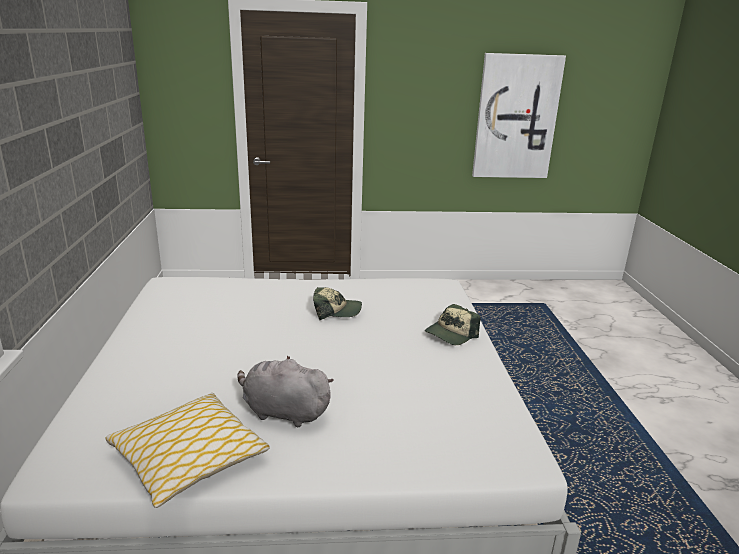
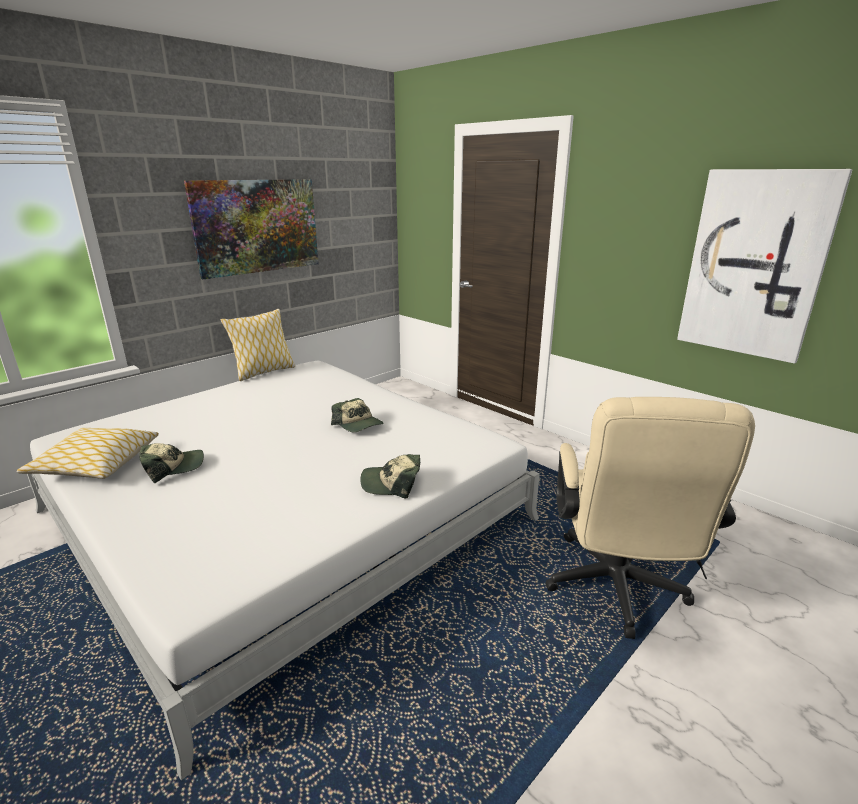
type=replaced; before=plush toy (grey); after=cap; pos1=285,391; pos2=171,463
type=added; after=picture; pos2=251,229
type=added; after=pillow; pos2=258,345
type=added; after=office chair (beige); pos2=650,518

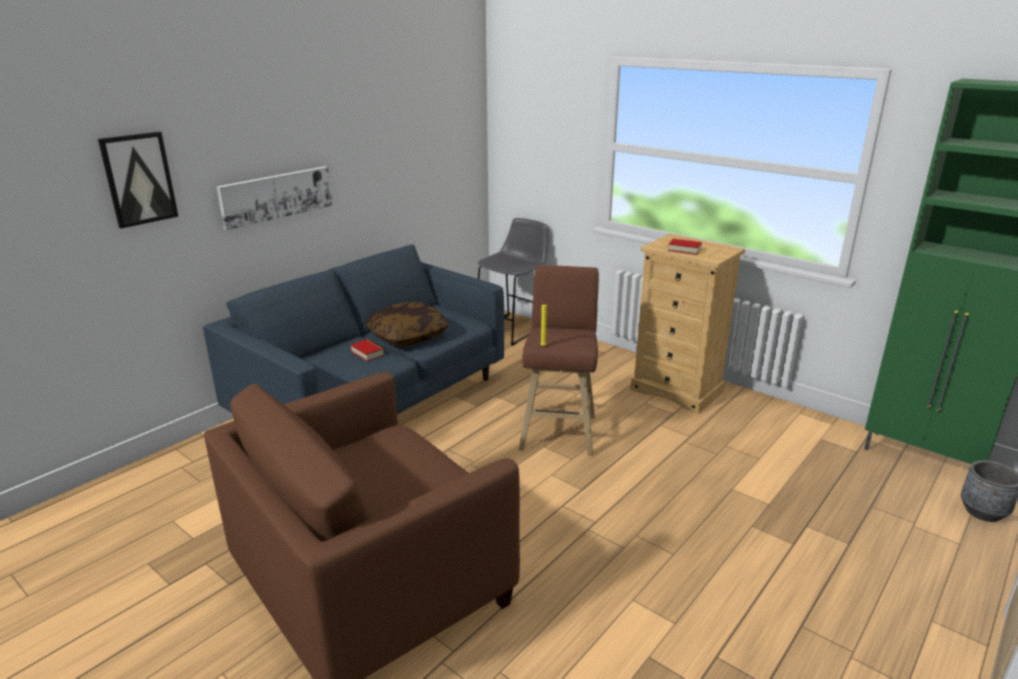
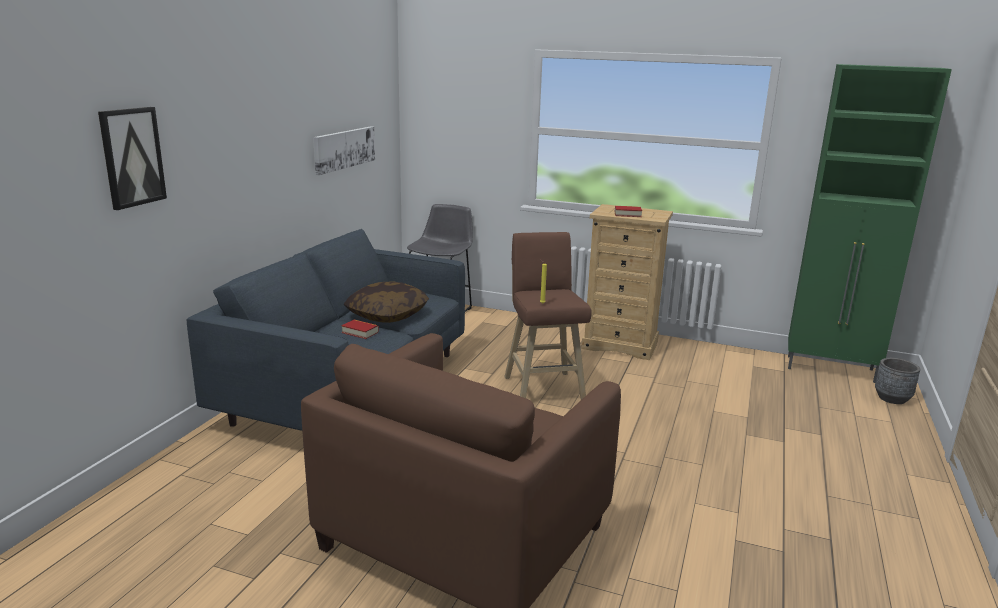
type=moved; before=picture; pos1=274,198; pos2=344,150

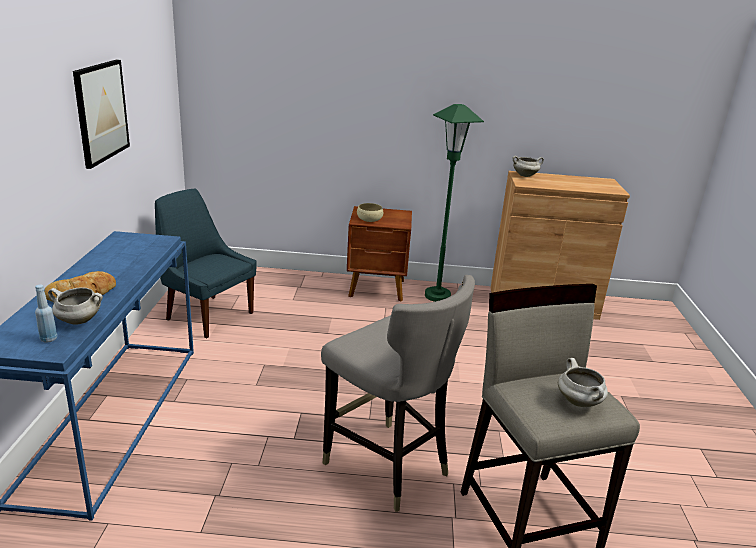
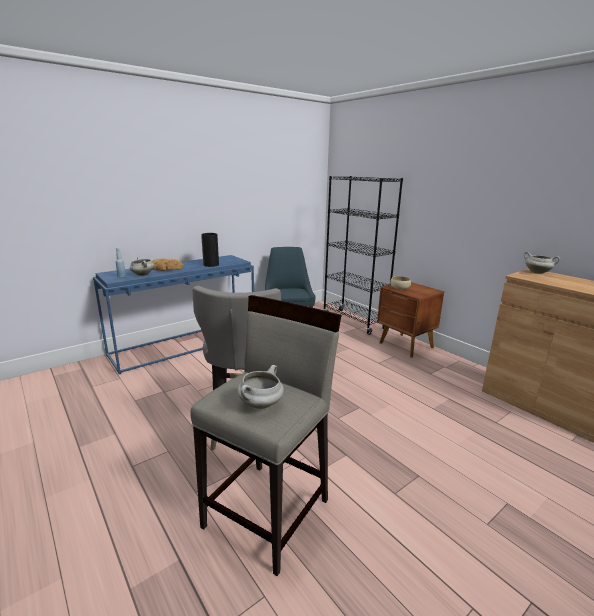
type=removed; before=picture; pos1=101,114
type=removed; before=floor lamp (green); pos1=454,203
type=added; after=vase; pos2=210,250
type=added; after=bookcase (black); pos2=363,255

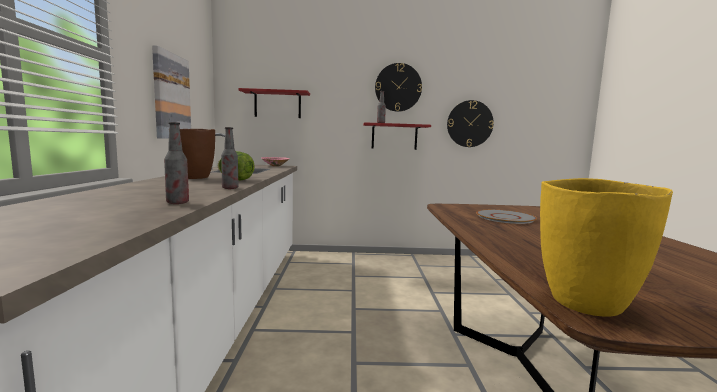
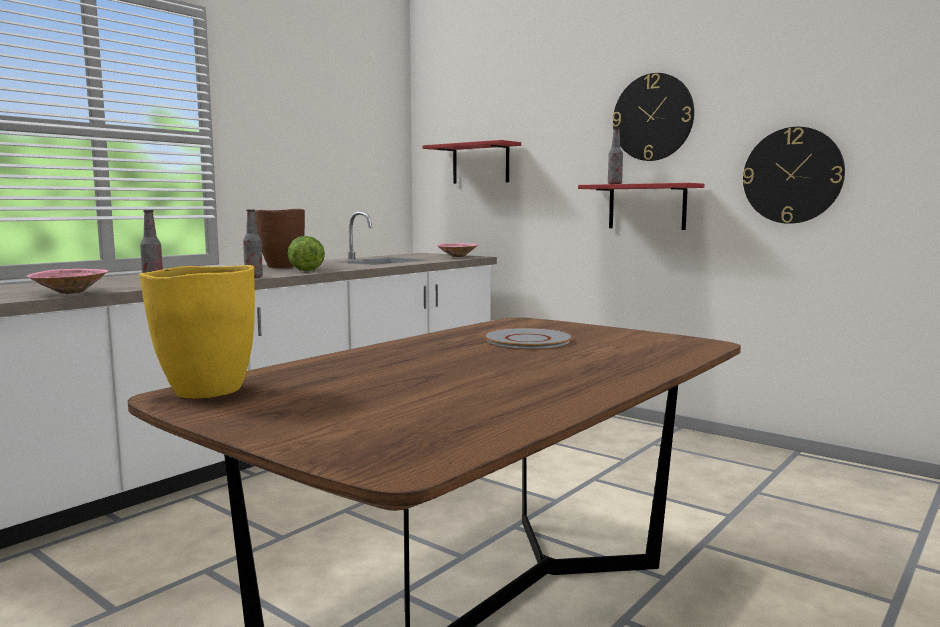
type=removed; before=picture; pos1=171,92
type=added; after=bowl (pink); pos2=67,281

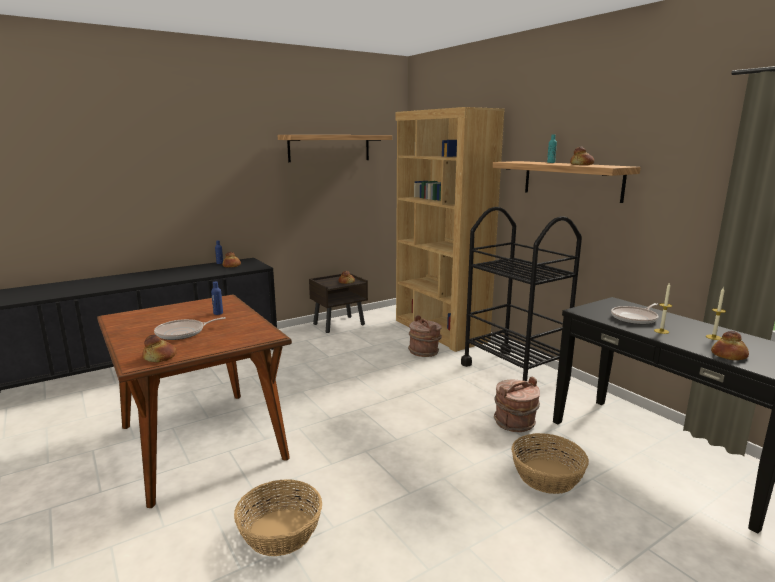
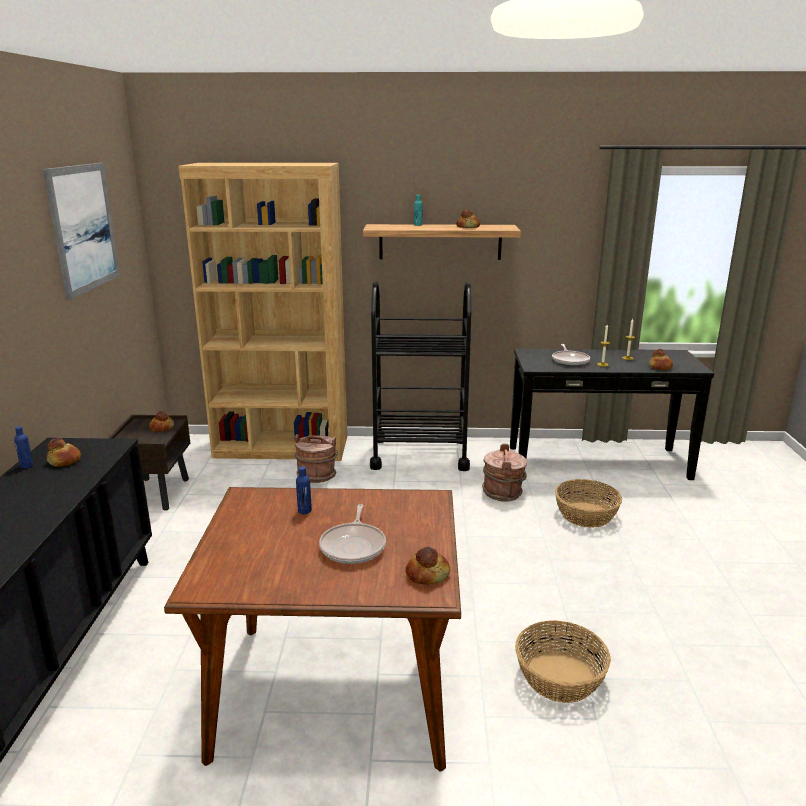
type=replaced; before=shelf; after=picture; pos1=335,148; pos2=81,231

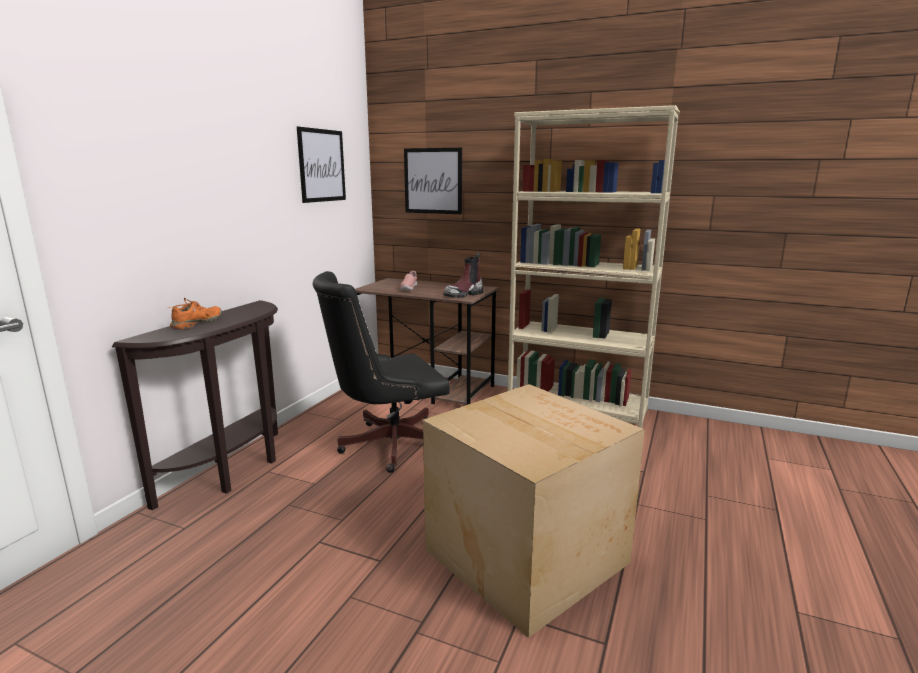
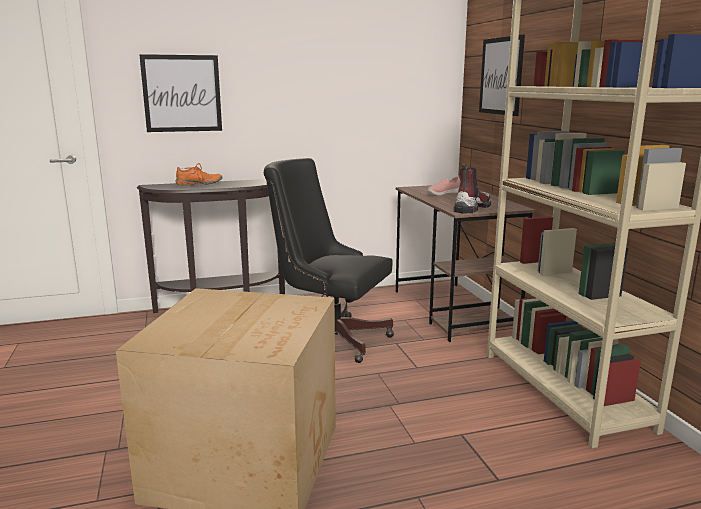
type=moved; before=picture; pos1=321,165; pos2=180,93
type=turned; before=boot; pos1=463,275; pos2=472,189; turn=120

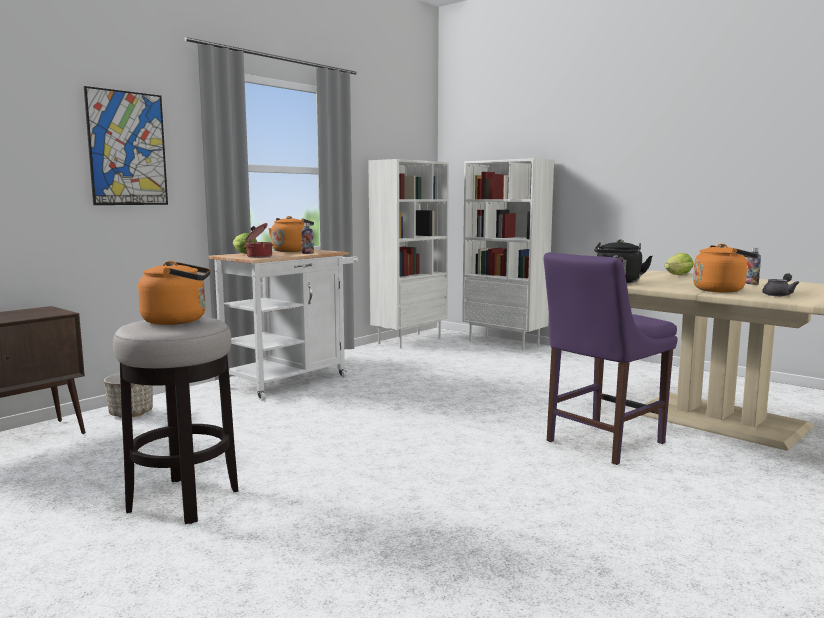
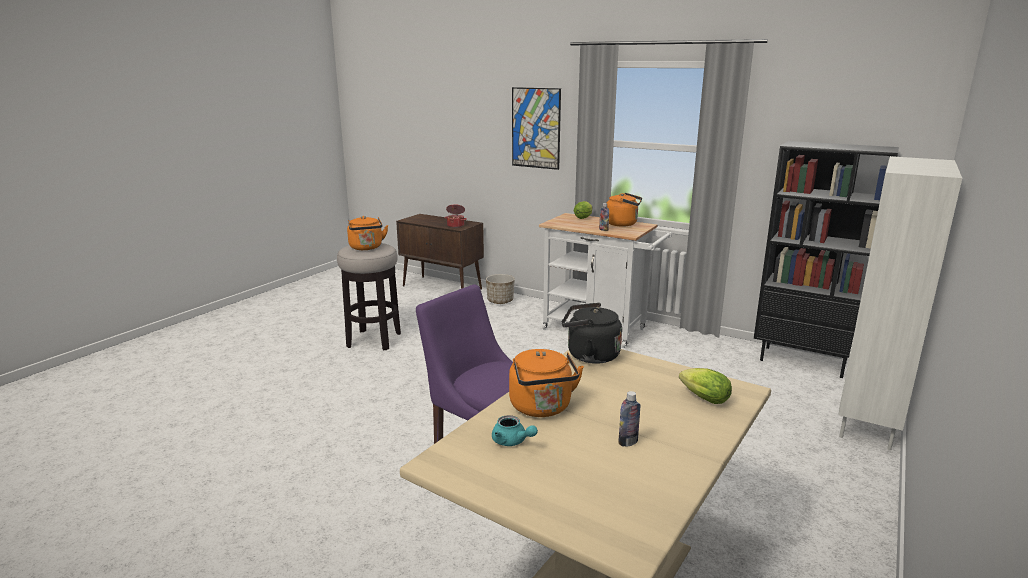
type=moved; before=cooking pot; pos1=259,240; pos2=456,216
type=recoloured; before=bookcase (white); after=bookcase (black); pos1=408,253; pos2=826,259
type=recoloured; before=teapot (grey); after=teapot (turquoise); pos1=780,284; pos2=515,430

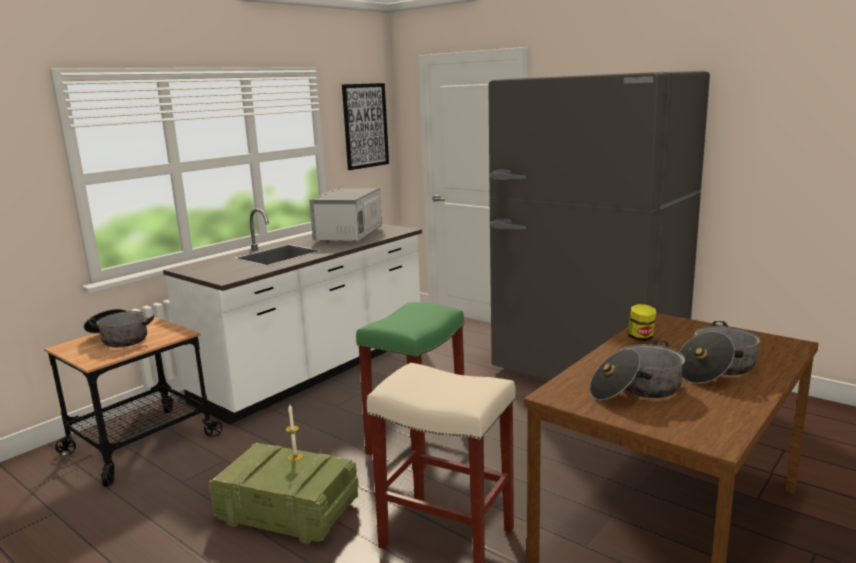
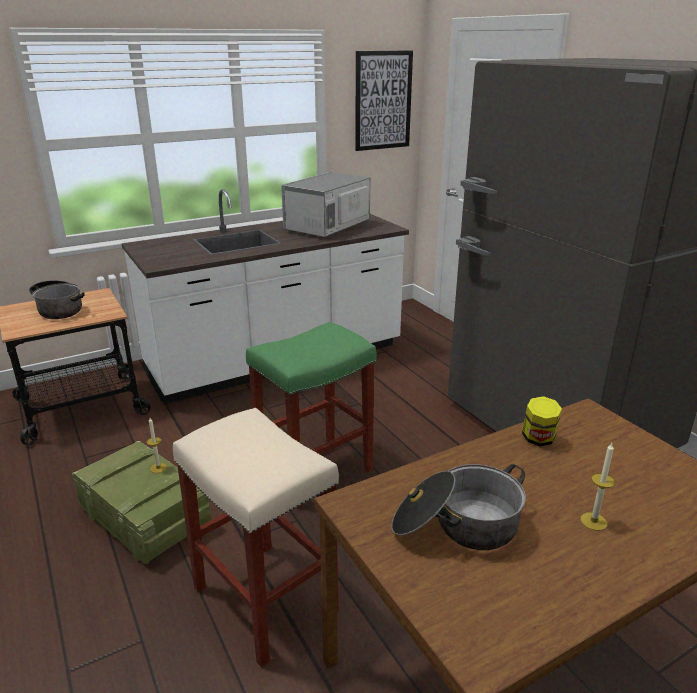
type=replaced; before=cooking pot; after=candle; pos1=719,352; pos2=598,487

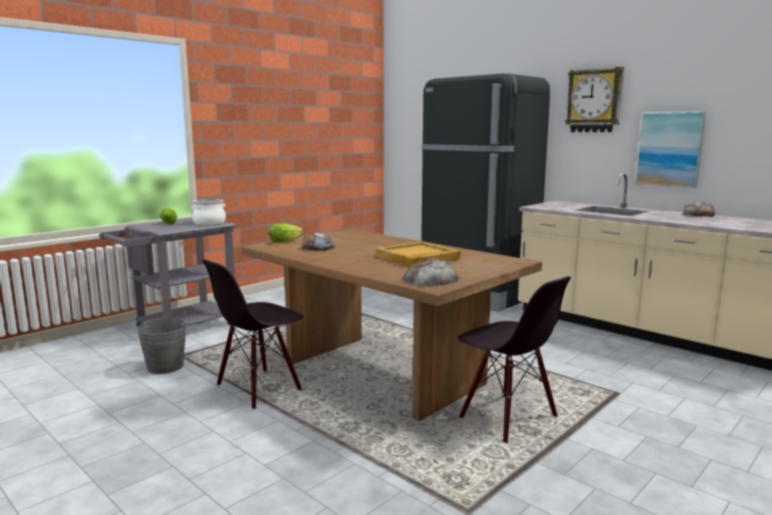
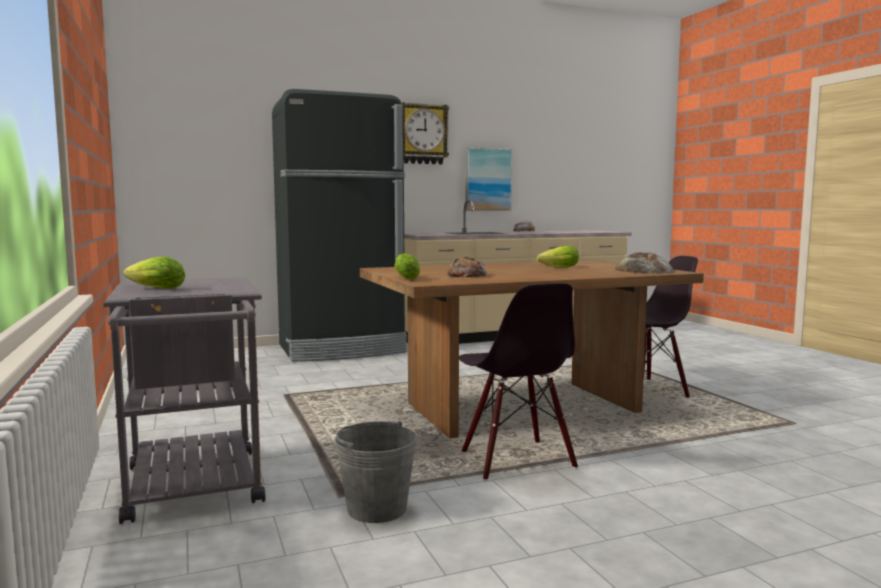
type=removed; before=cooking pot; pos1=208,212
type=replaced; before=tray (beige); after=lettuce; pos1=418,254; pos2=558,257

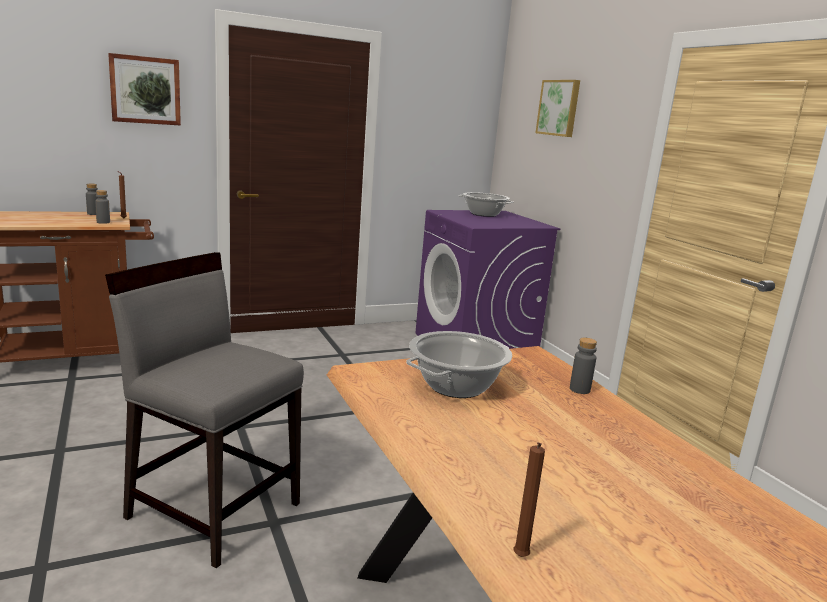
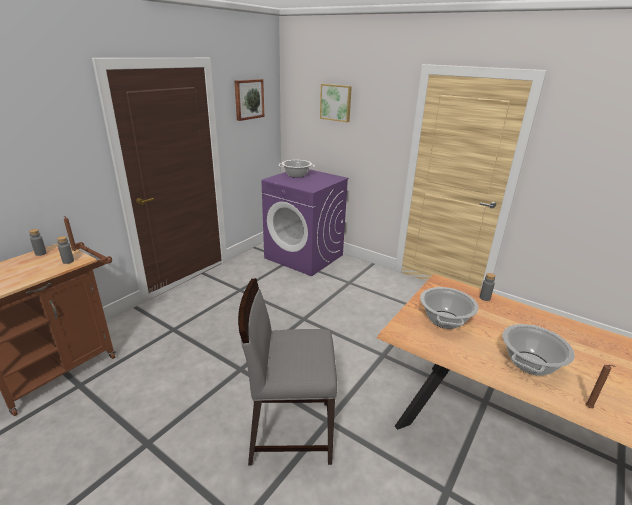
type=moved; before=picture; pos1=144,89; pos2=249,100
type=added; after=cooking pot; pos2=539,350

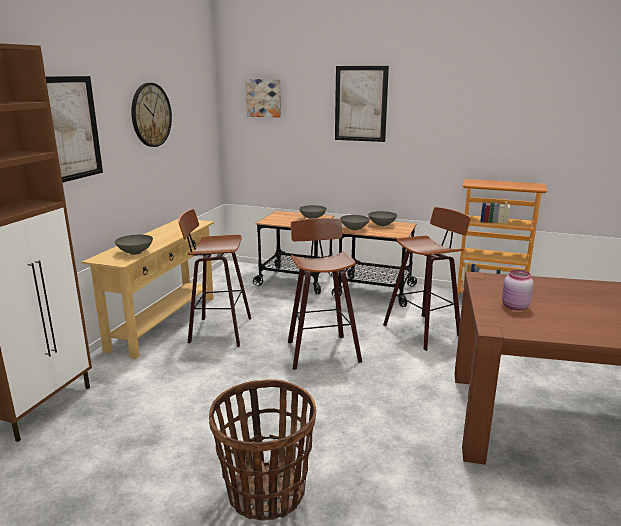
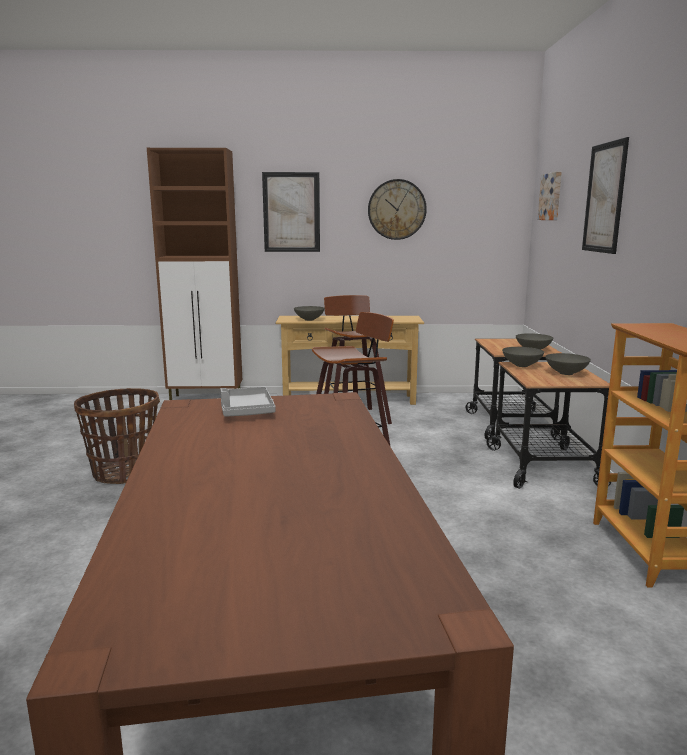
type=removed; before=stool; pos1=427,279
type=replaced; before=jar (pink); after=tray (grey); pos1=518,290; pos2=248,402

